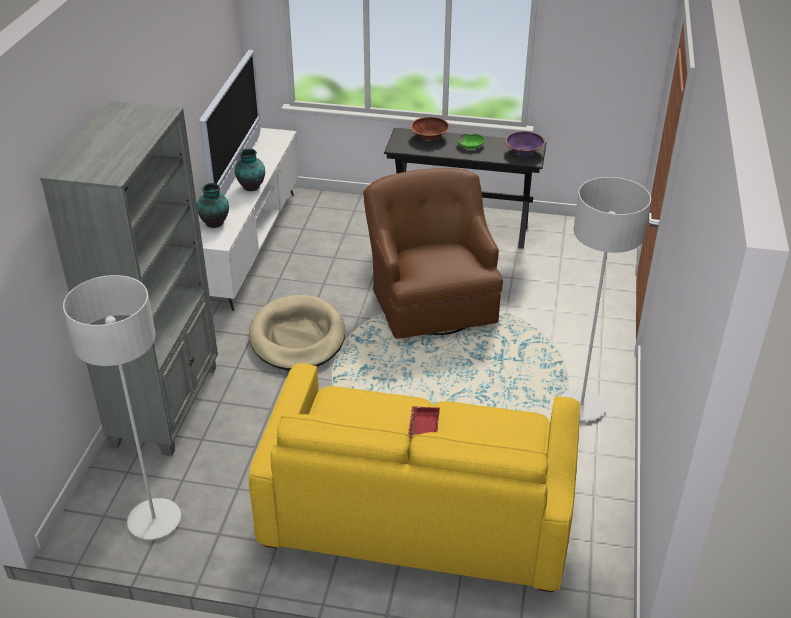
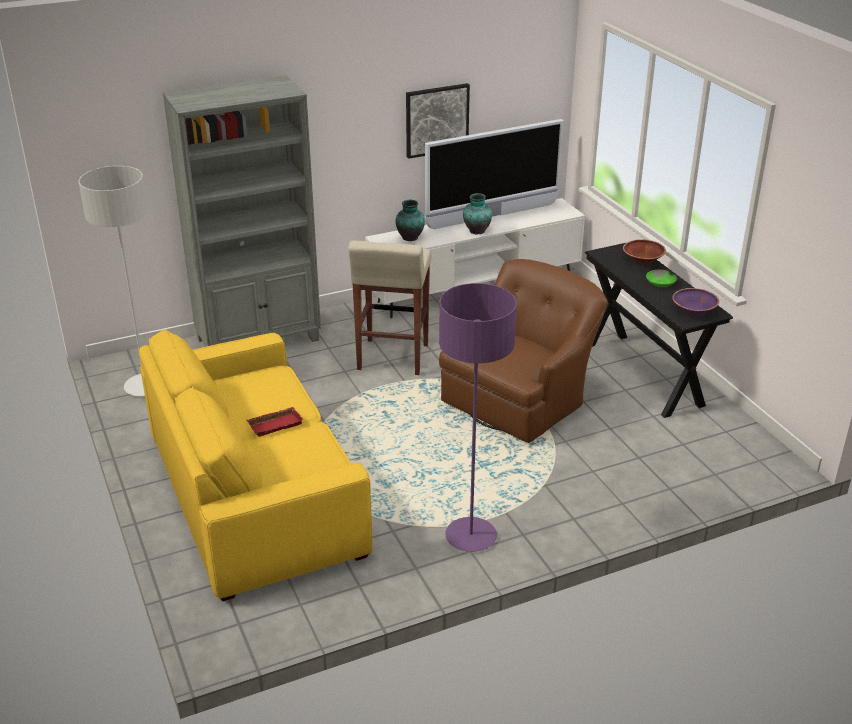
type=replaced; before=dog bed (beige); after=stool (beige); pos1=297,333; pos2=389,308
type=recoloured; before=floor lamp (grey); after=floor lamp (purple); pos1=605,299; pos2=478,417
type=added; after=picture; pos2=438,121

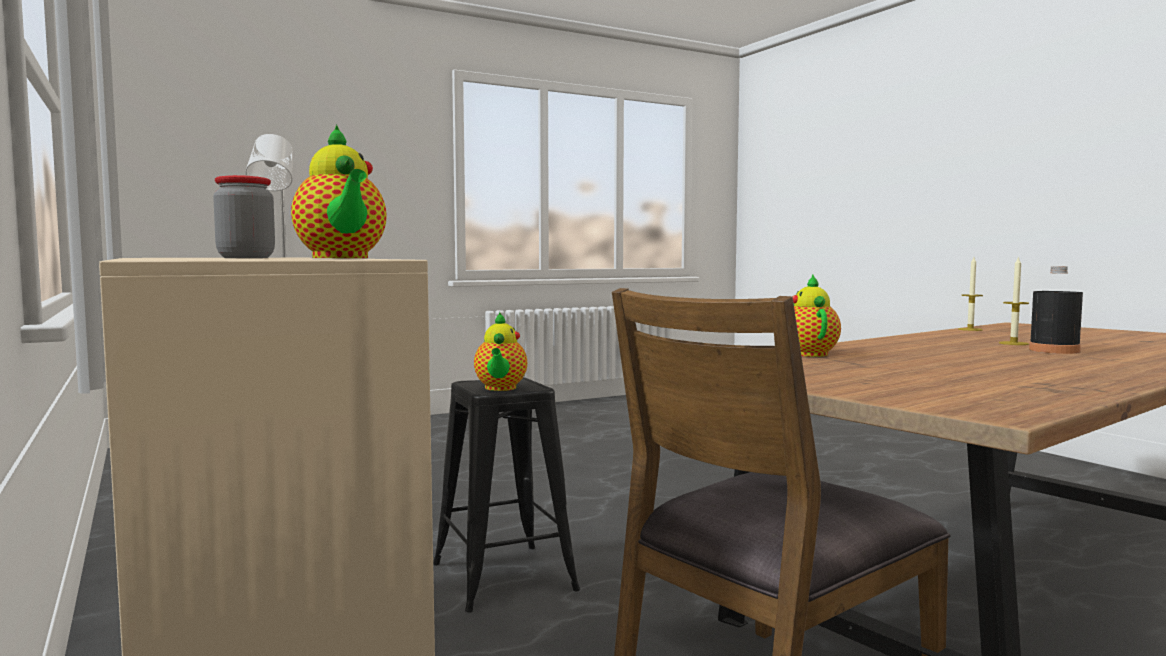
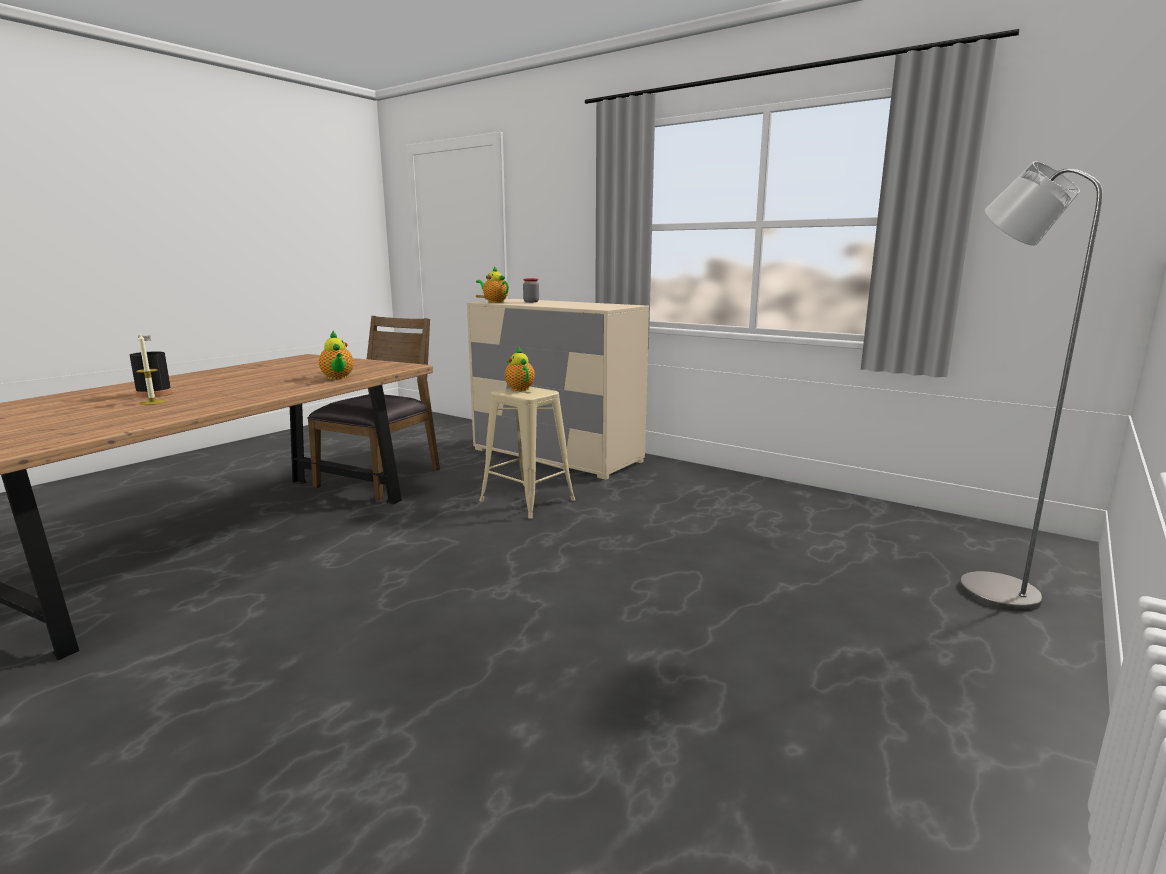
type=recoloured; before=stool (black); after=stool (beige); pos1=506,495; pos2=527,452
type=removed; before=candle; pos1=970,294

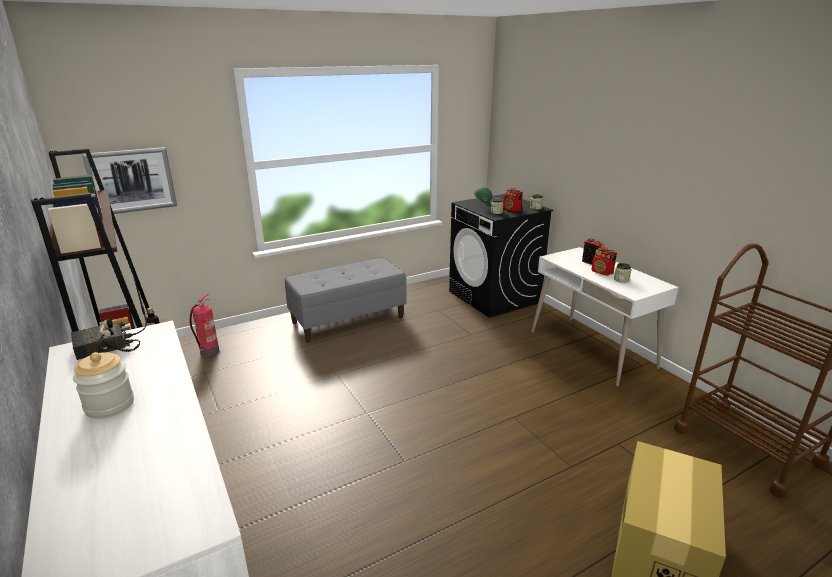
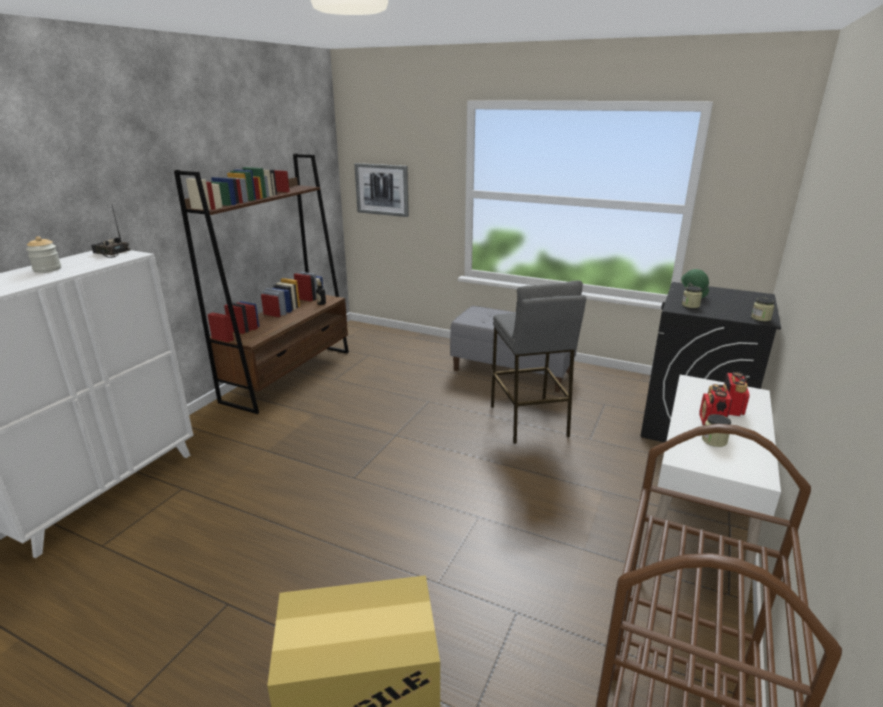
type=removed; before=fire extinguisher; pos1=204,324
type=removed; before=radio; pos1=513,199
type=added; after=stool (grey); pos2=538,362

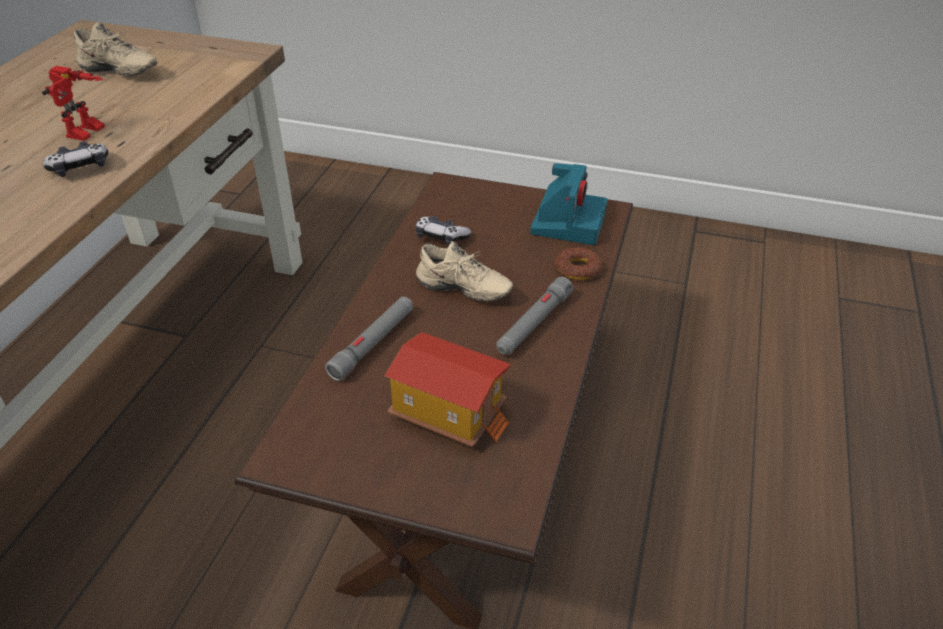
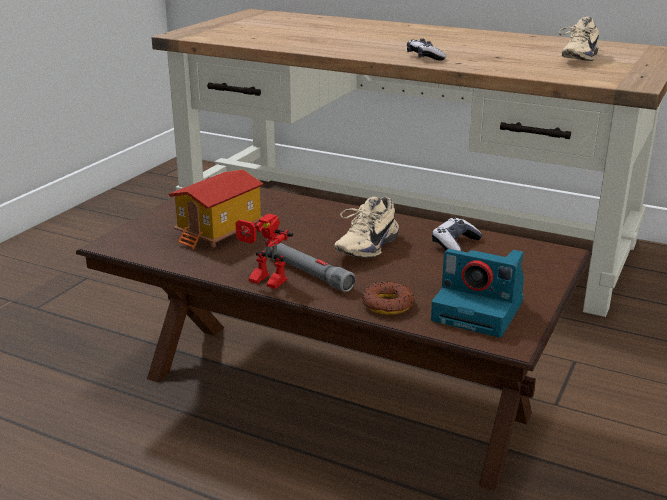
type=moved; before=toy robot; pos1=73,103; pos2=264,251
type=removed; before=flashlight (grey); pos1=369,339

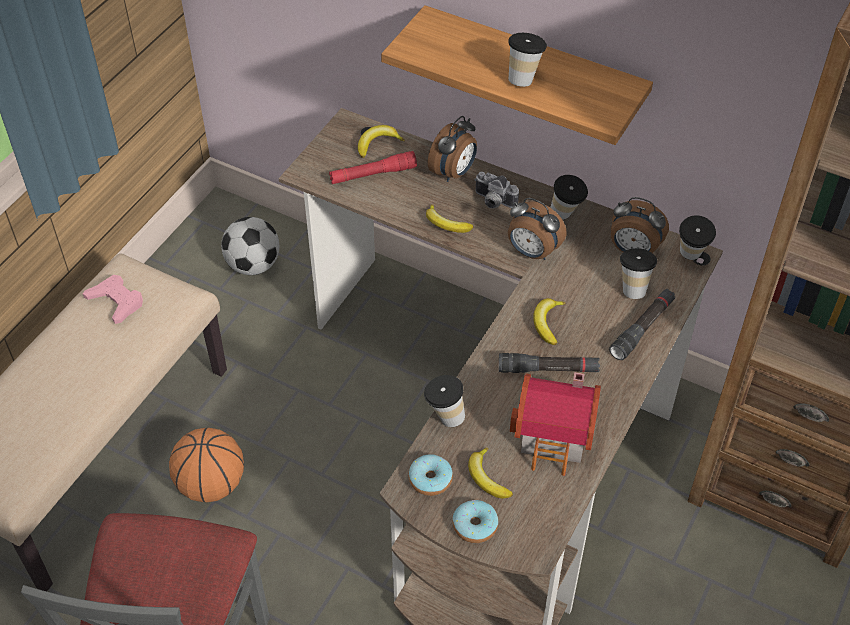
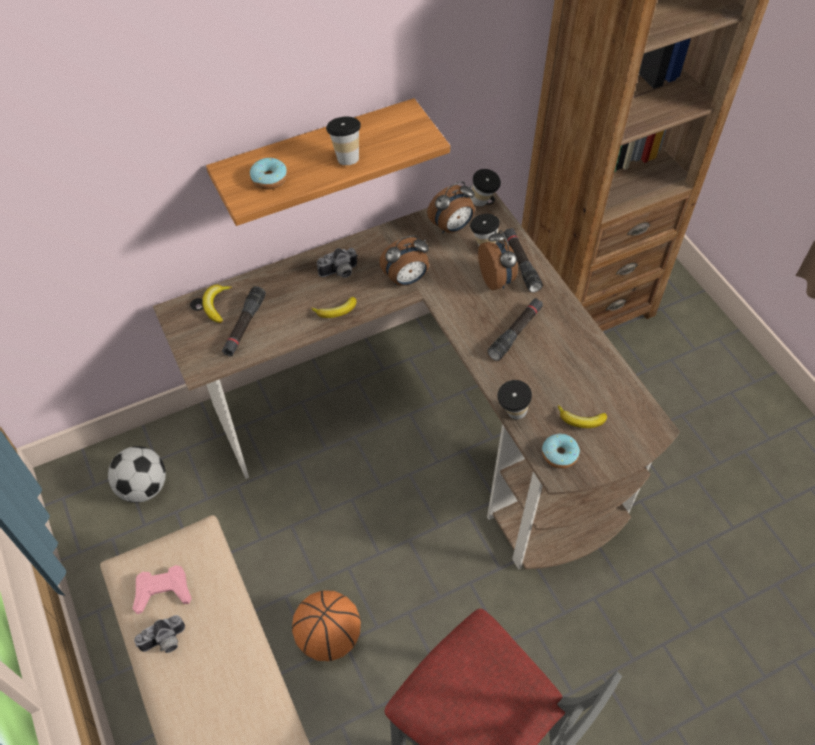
type=recoloured; before=flashlight (red); after=flashlight (black); pos1=373,167; pos2=244,321
type=moved; before=alarm clock; pos1=452,149; pos2=498,260
type=moved; before=donut; pos1=475,521; pos2=268,174
type=removed; before=toy house; pos1=555,424
type=removed; before=banana; pos1=549,321
type=removed; before=cup; pos1=569,197
type=added; after=photo camera; pos2=159,634

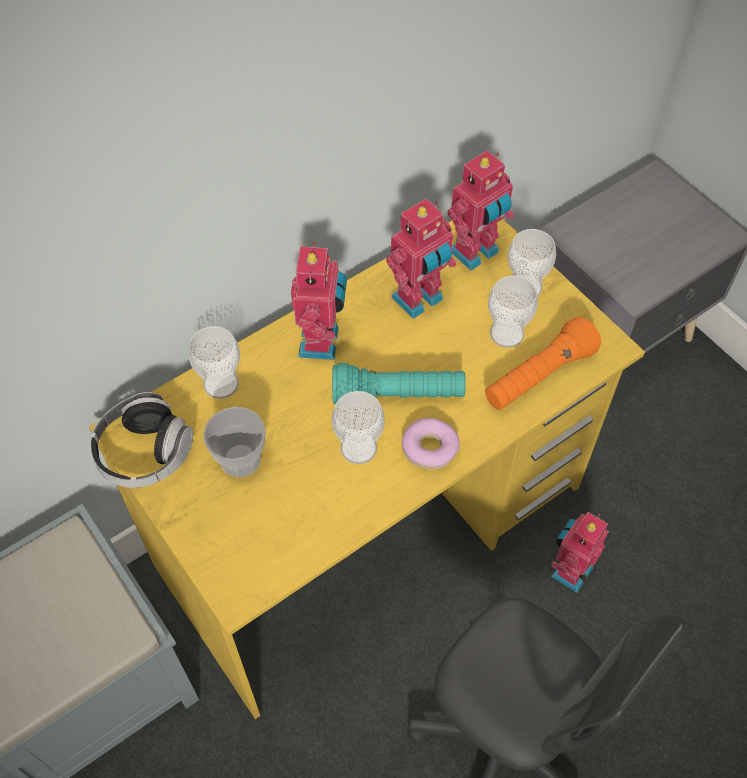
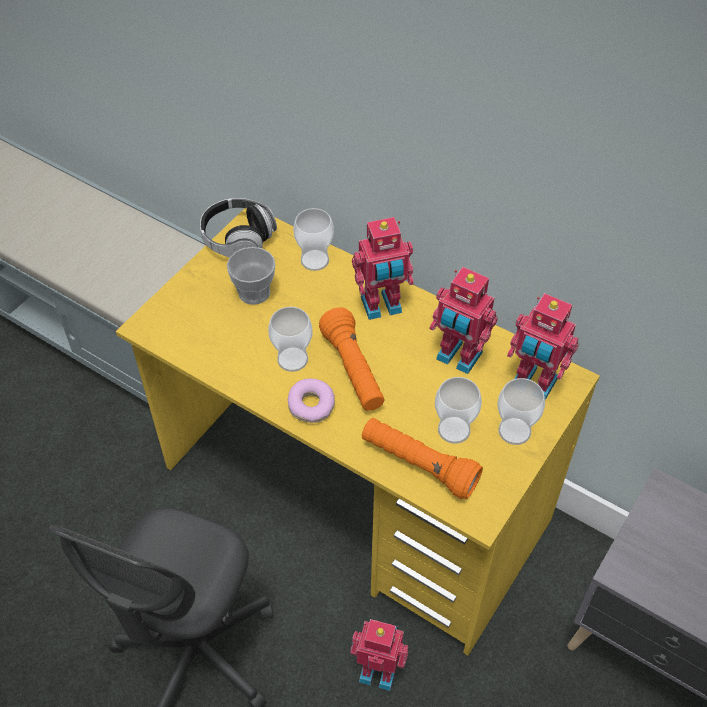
type=recoloured; before=flashlight (turquoise); after=flashlight (orange); pos1=399,383; pos2=352,359

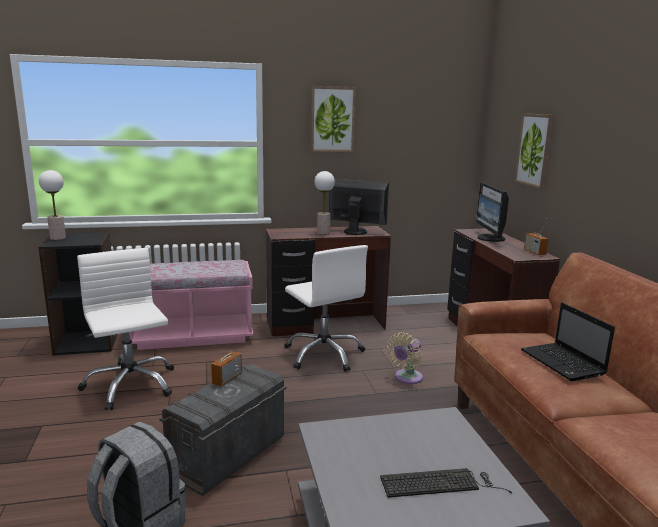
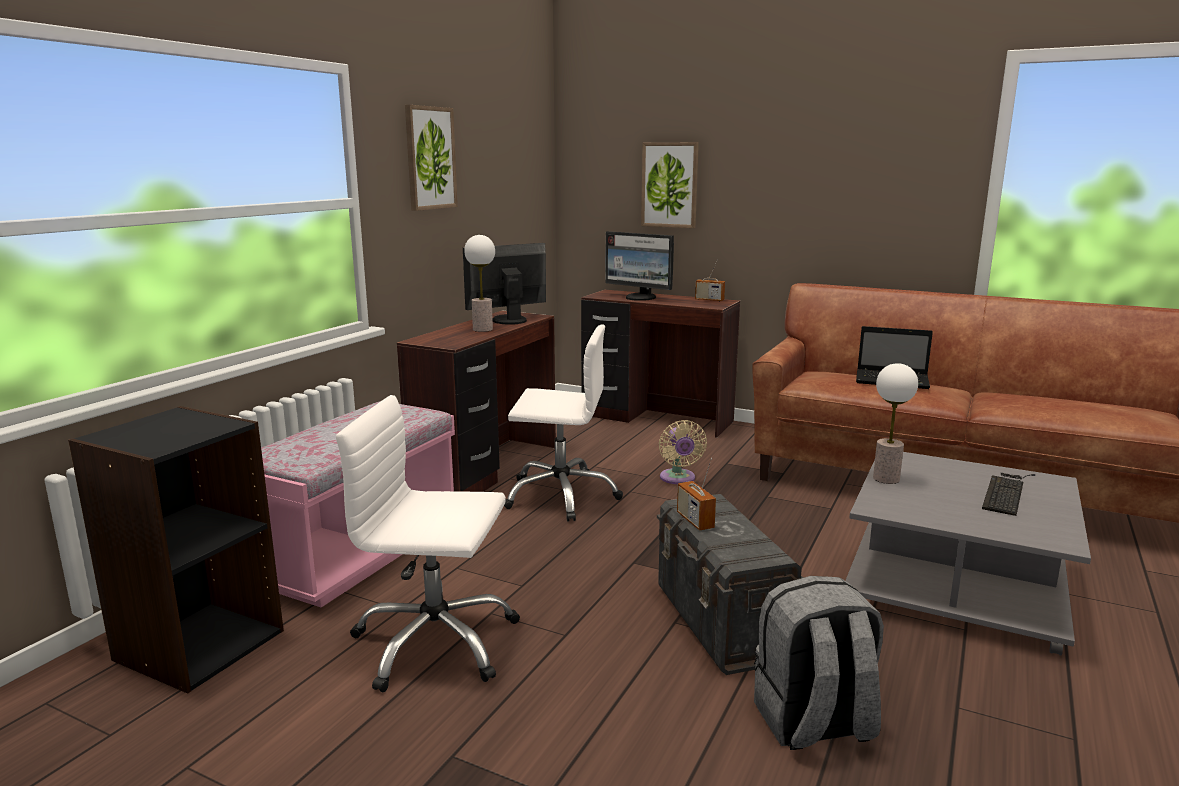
type=moved; before=table lamp; pos1=52,205; pos2=895,423

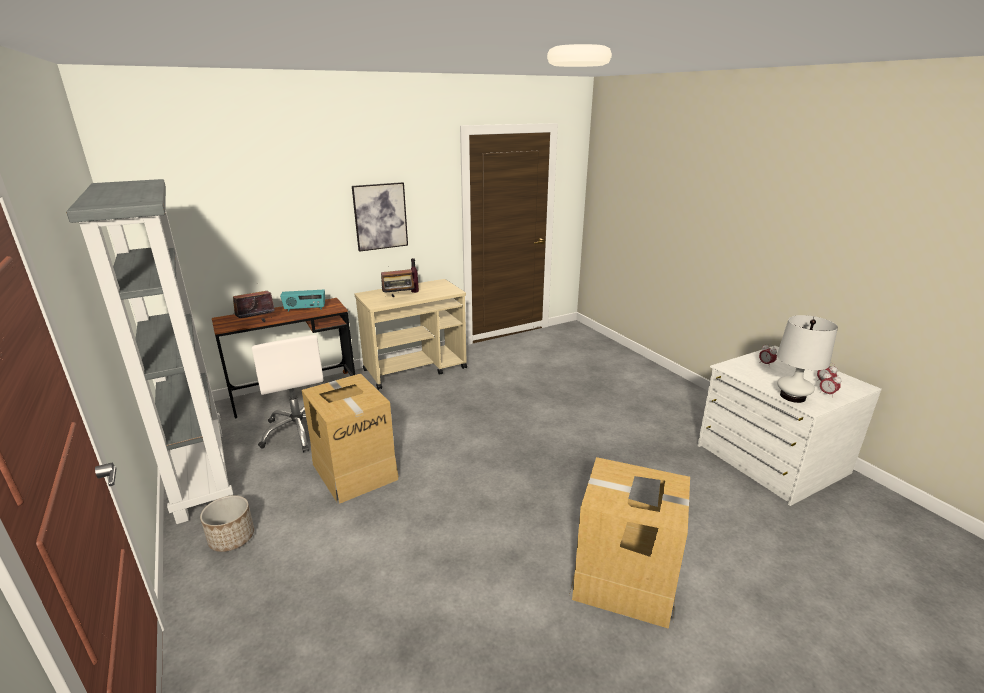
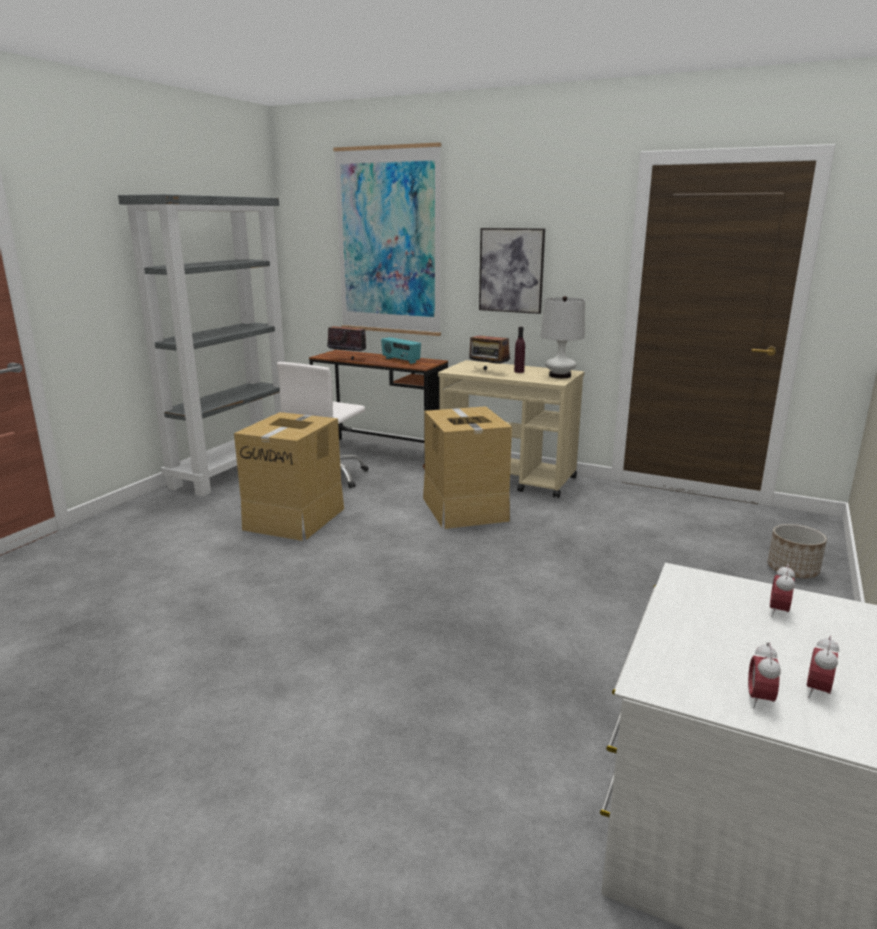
type=moved; before=planter; pos1=227,523; pos2=797,551
type=moved; before=cardboard box; pos1=629,543; pos2=467,467
type=moved; before=table lamp (white); pos1=807,359; pos2=563,337
type=added; after=picture; pos2=387,239

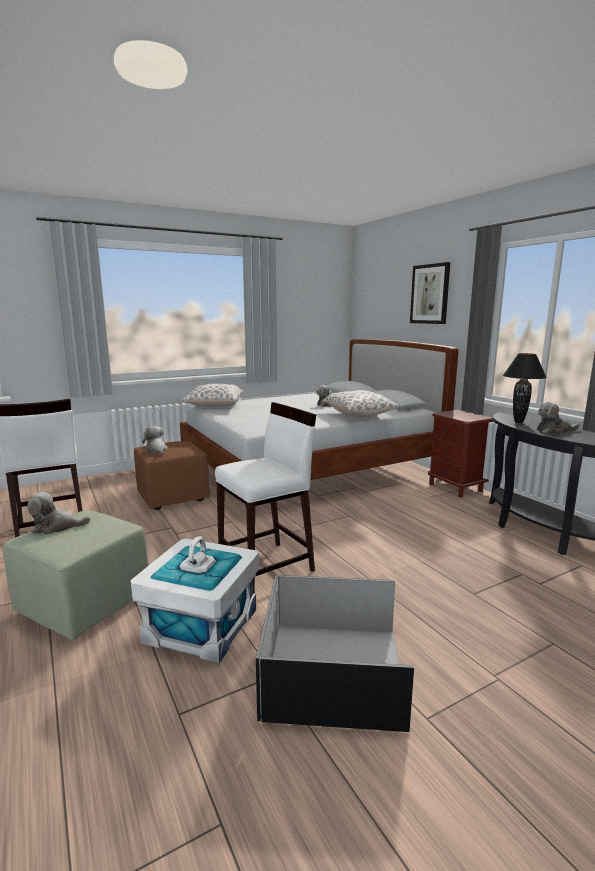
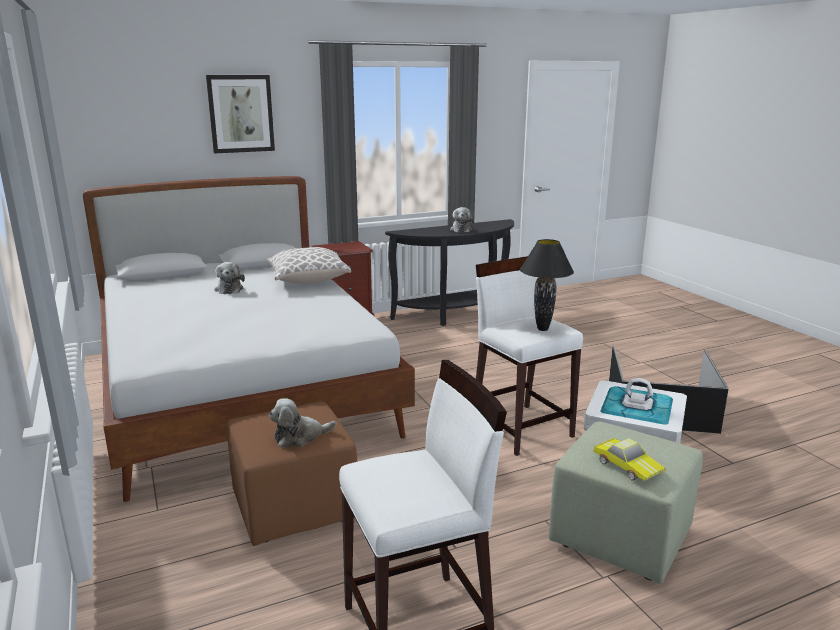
type=replaced; before=plush toy; after=toy car; pos1=58,513; pos2=629,459
type=removed; before=pillow; pos1=213,395
type=moved; before=table lamp (black); pos1=525,388; pos2=547,285

